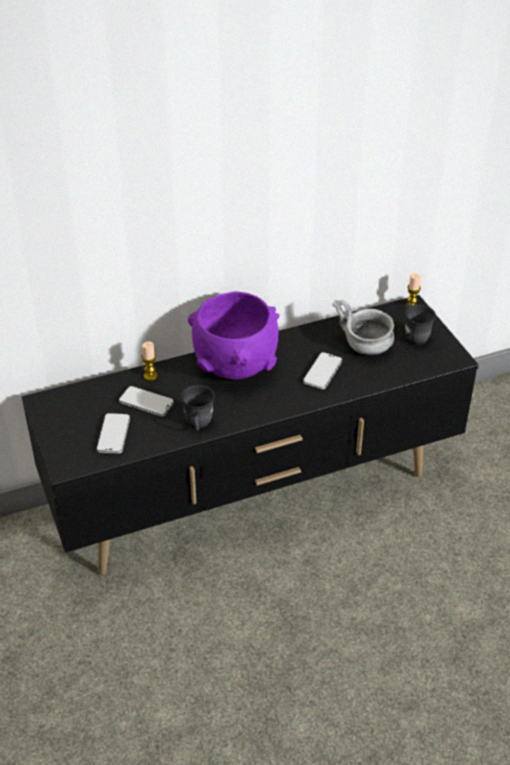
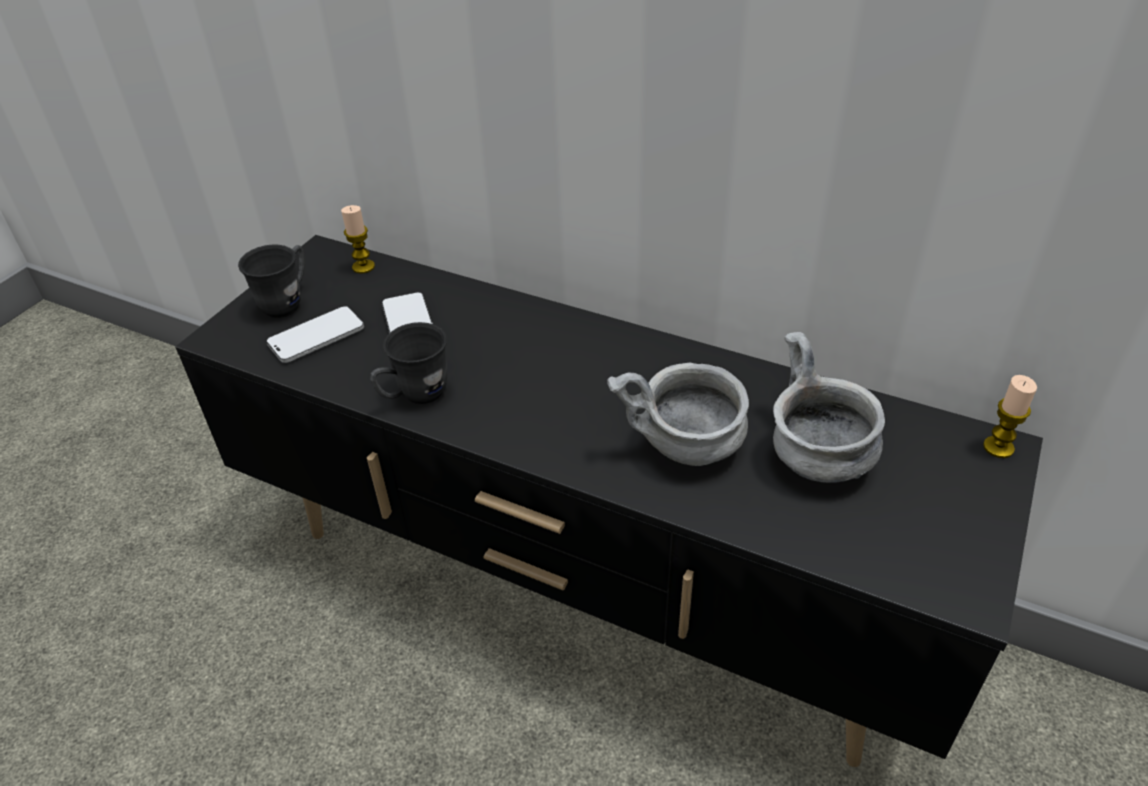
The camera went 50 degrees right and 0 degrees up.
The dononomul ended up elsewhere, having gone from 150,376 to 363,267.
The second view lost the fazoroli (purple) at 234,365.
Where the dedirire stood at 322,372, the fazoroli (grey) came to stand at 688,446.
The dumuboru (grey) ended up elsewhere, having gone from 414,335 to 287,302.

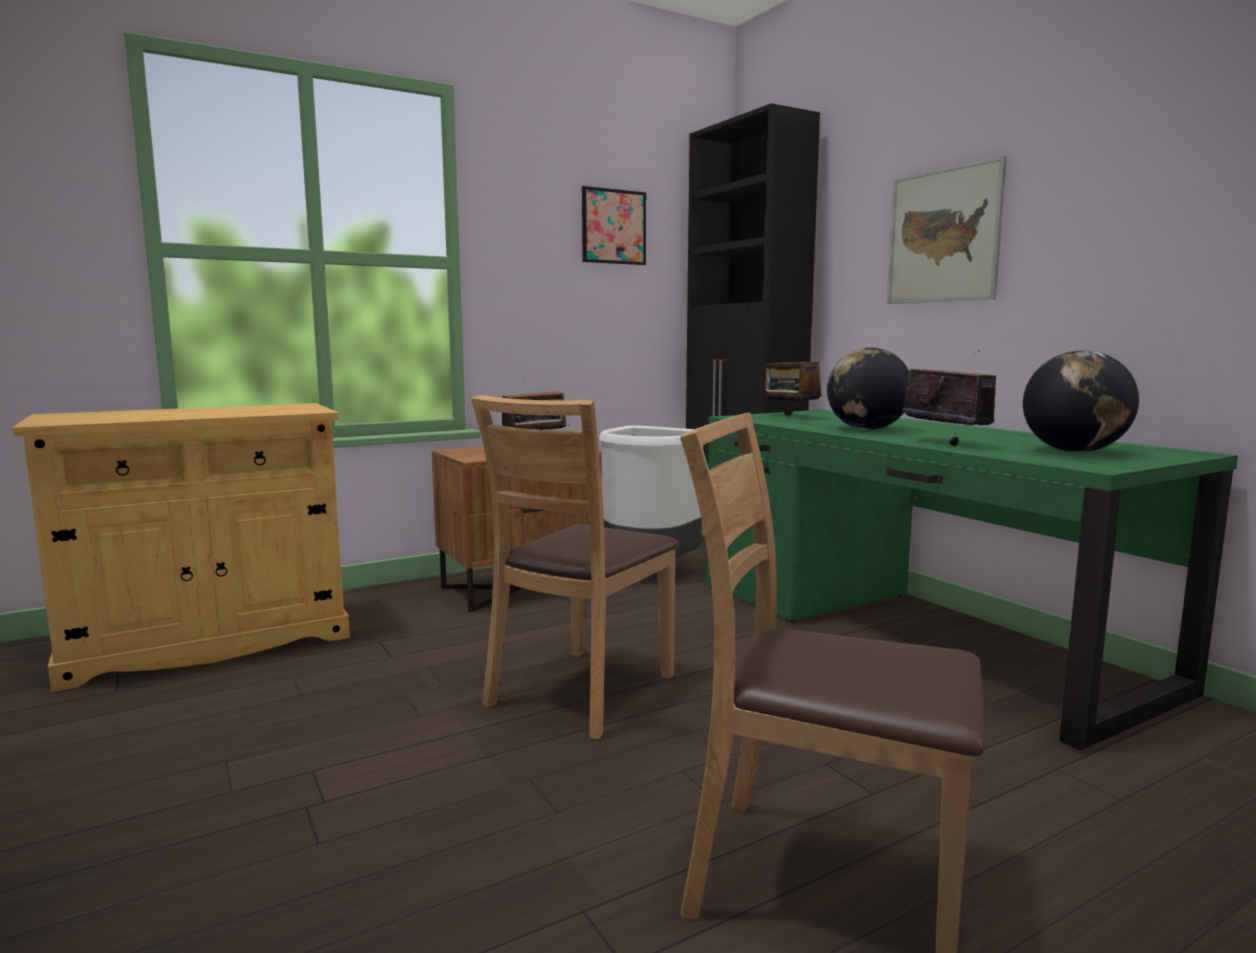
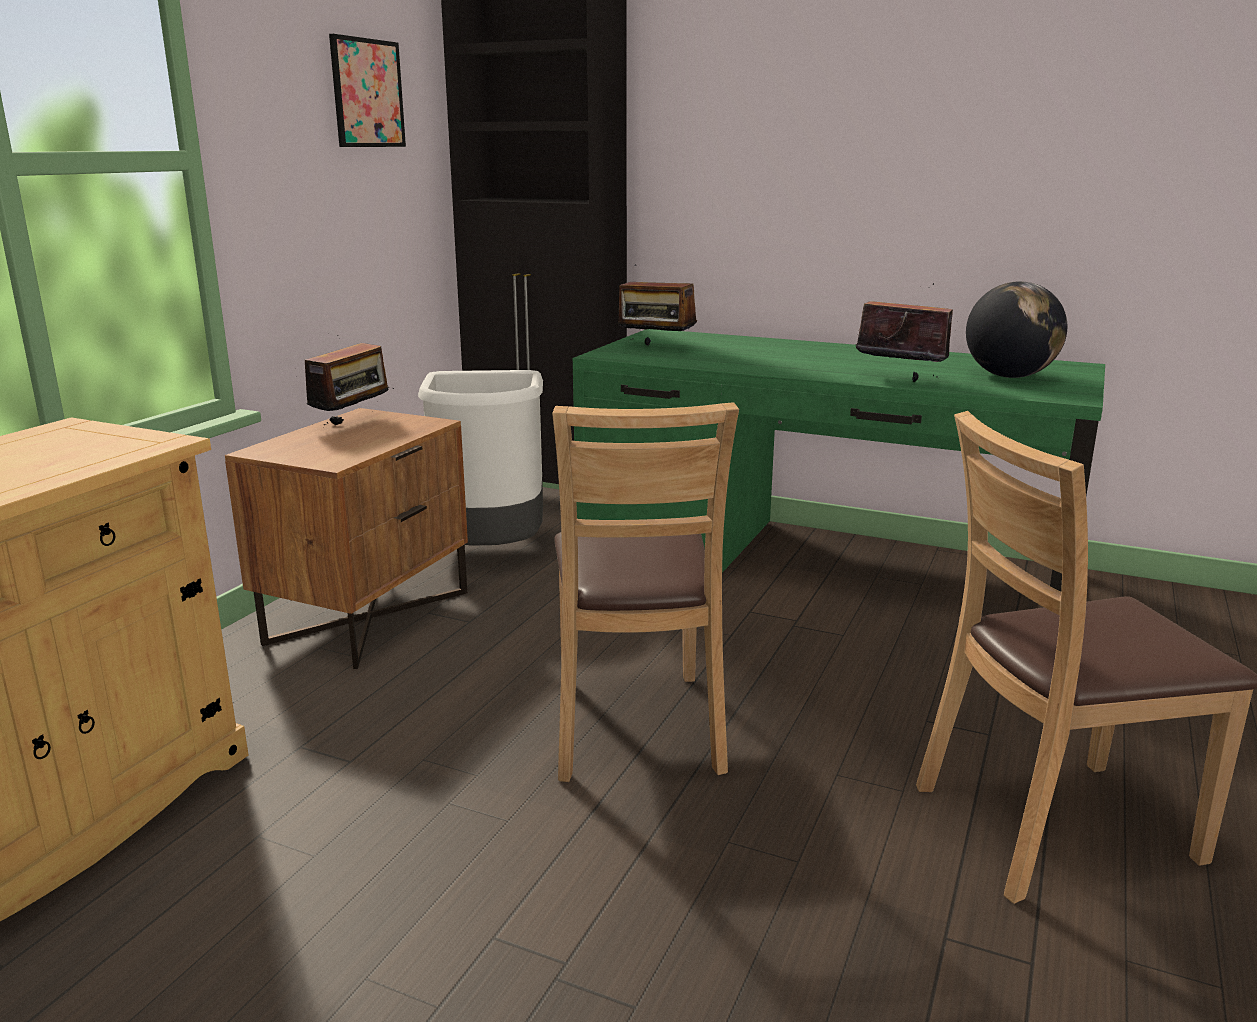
The camera went 35 degrees left and 10 degrees up.
The second view lost the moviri at 866,429.
The second view lost the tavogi at 943,236.

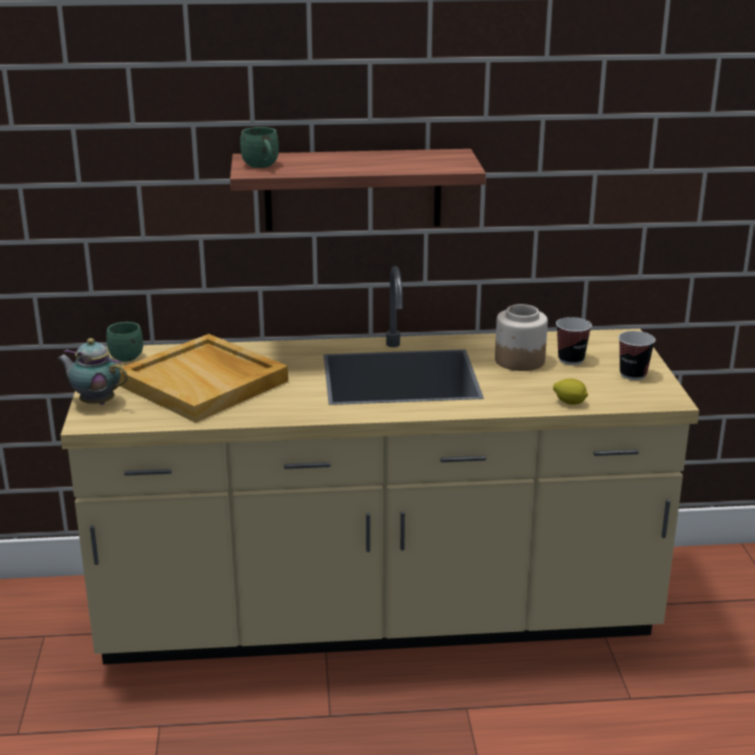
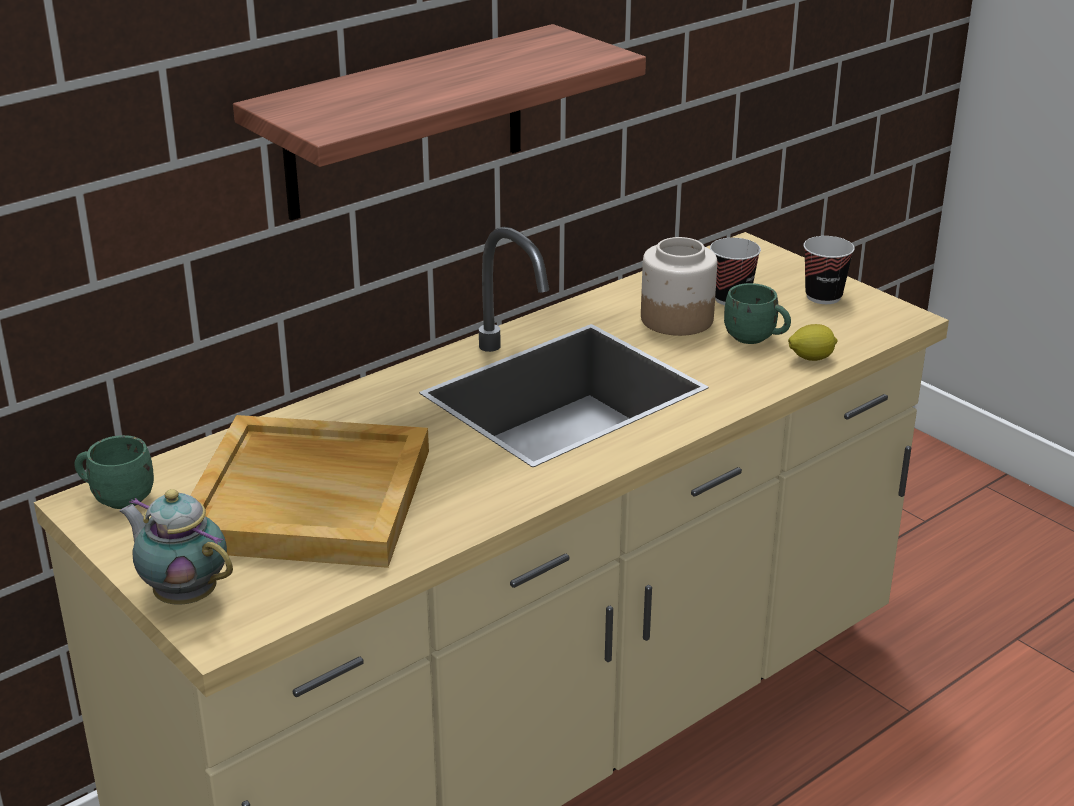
The camera went 35 degrees left and 5 degrees up.
The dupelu at 95,402 ended up facing another way, 45 degrees clockwise from before.
The dumuboru (green) ended up elsewhere, having gone from 262,166 to 756,338.

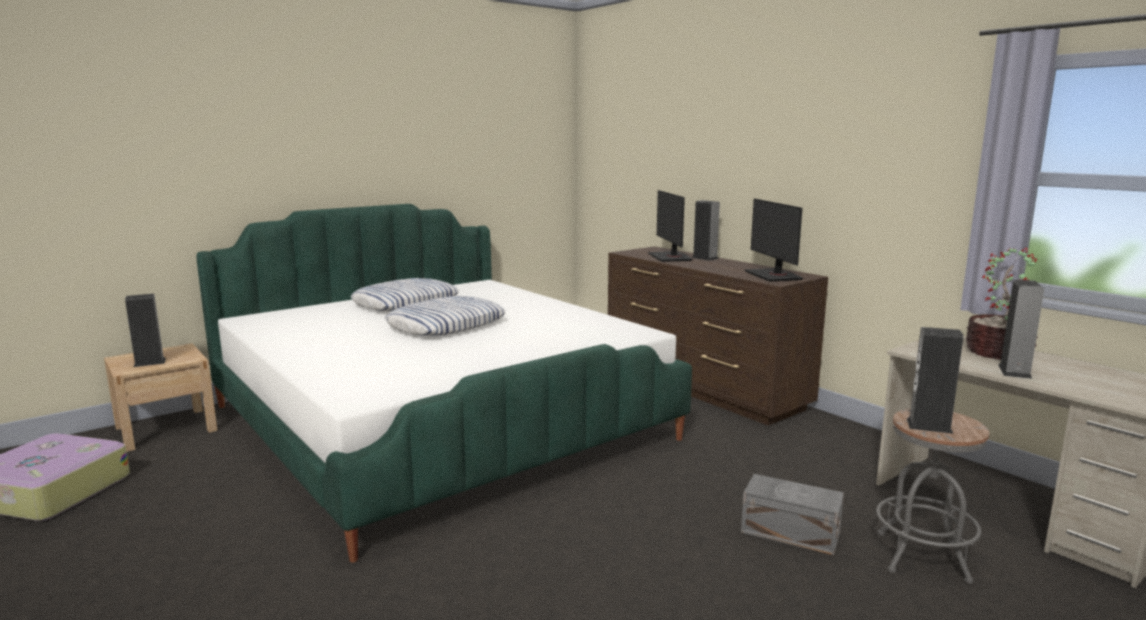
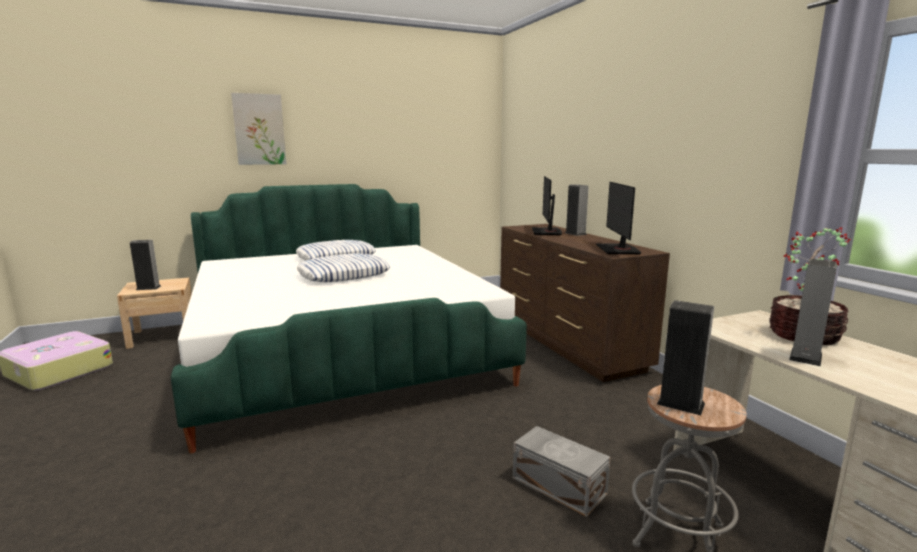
The camera went 15 degrees right and 0 degrees up.
The second view gained the tavogi at 259,129.

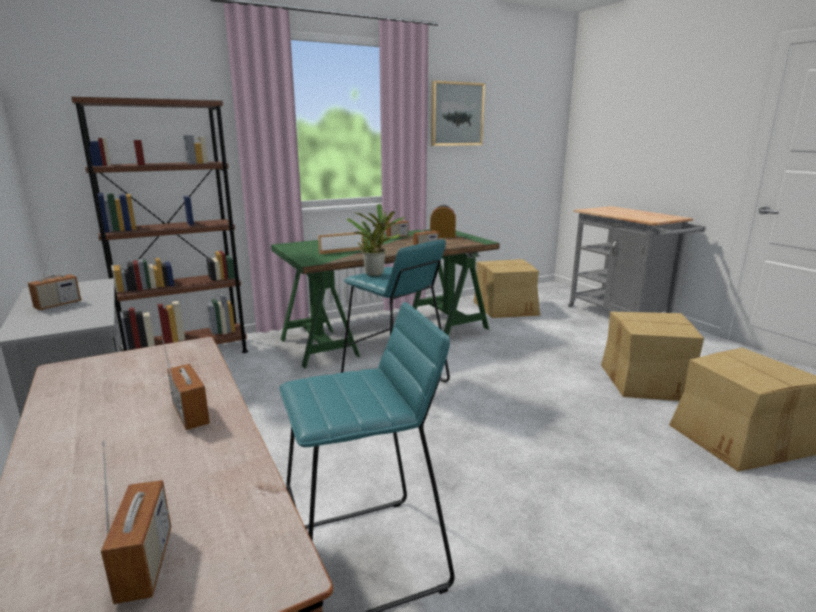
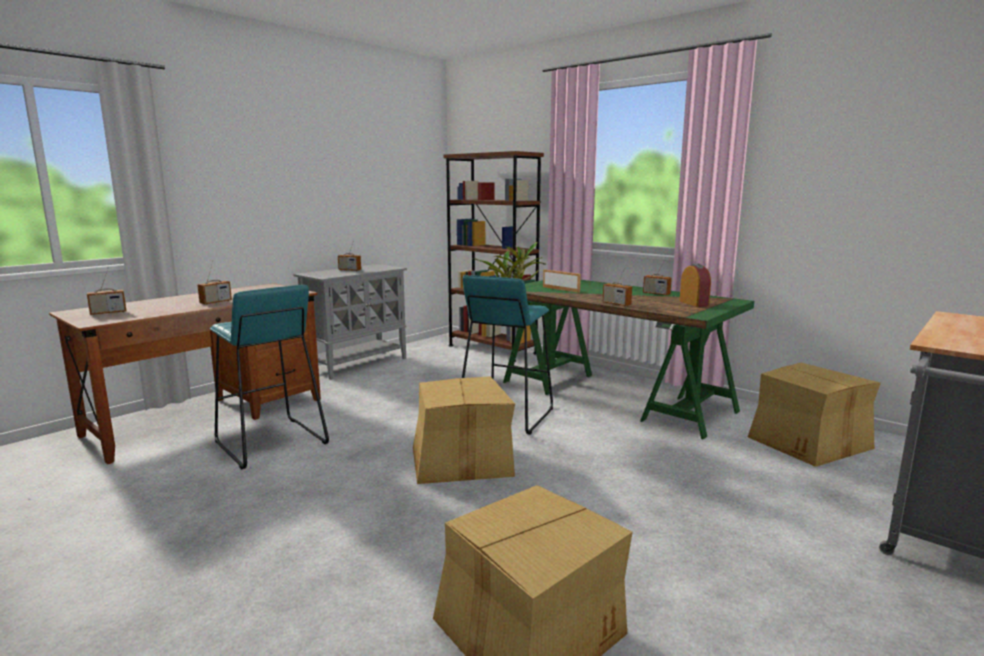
The camera went 70 degrees right and 5 degrees down.
The second view lost the tavogi at 456,114.
The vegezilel ended up elsewhere, having gone from 648,381 to 461,461.

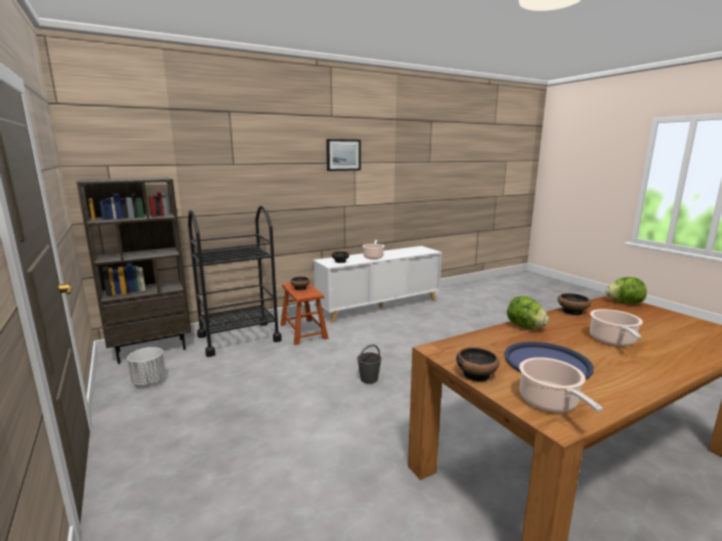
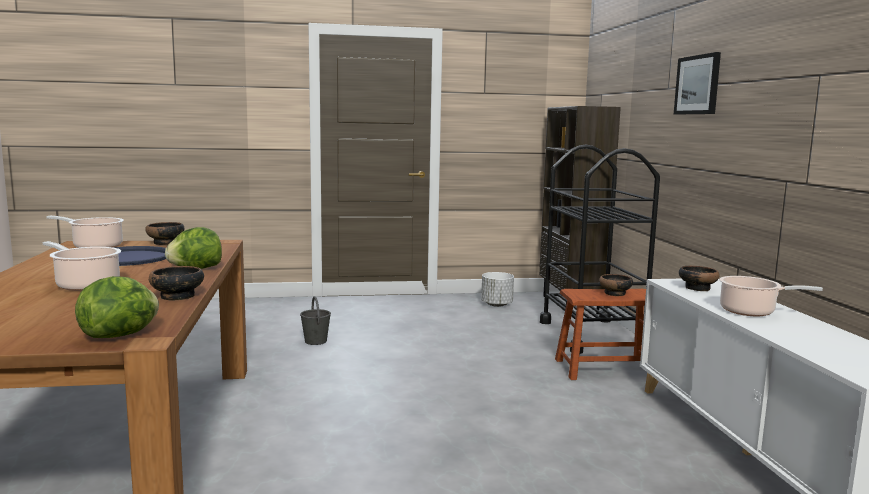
The camera went 110 degrees right and 5 degrees down.
The tavogi ended up elsewhere, having gone from 343,155 to 698,85.
The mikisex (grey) ended up elsewhere, having gone from 369,379 to 316,341.

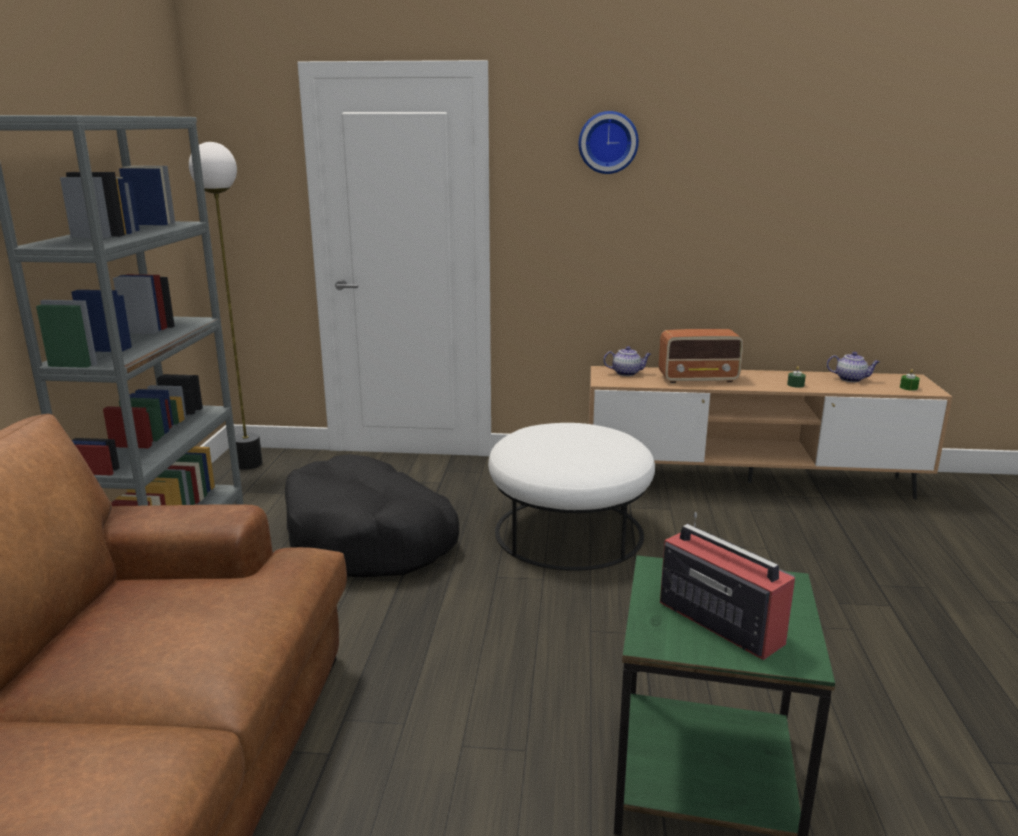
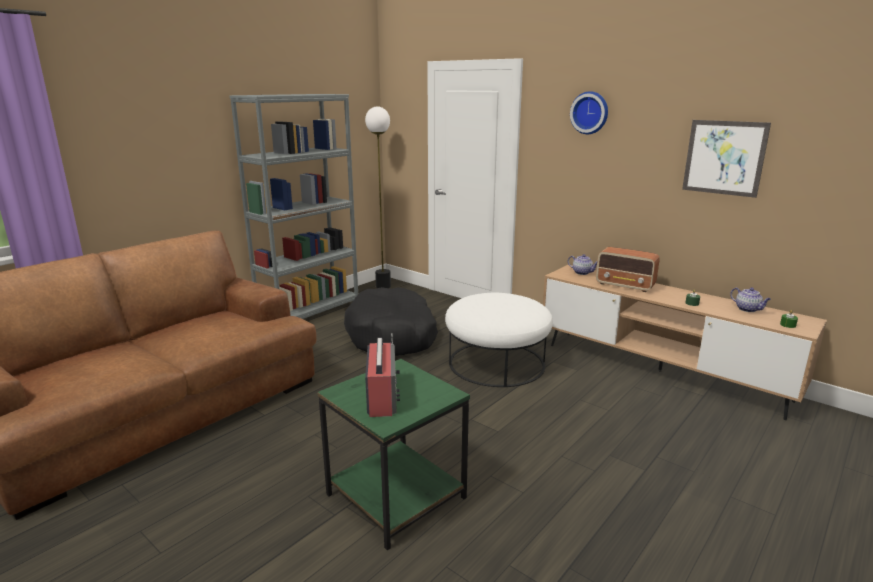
The camera went 35 degrees right and 0 degrees up.
The second view gained the tavogi at 724,157.

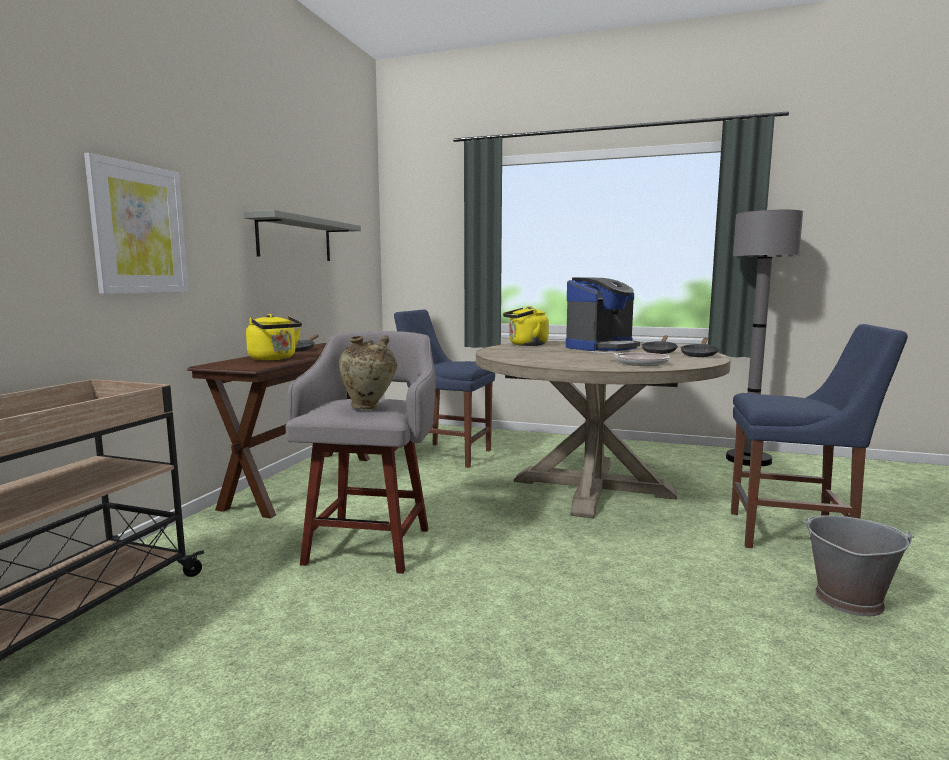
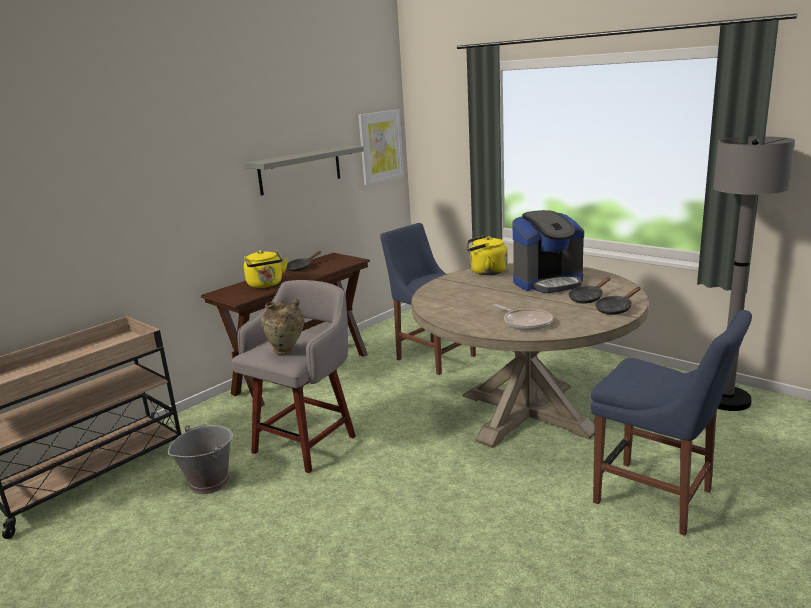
The camera went 25 degrees right and 10 degrees up.
The tavogi ended up elsewhere, having gone from 139,229 to 380,147.
The mikisex (grey) ended up elsewhere, having gone from 847,599 to 209,482.

